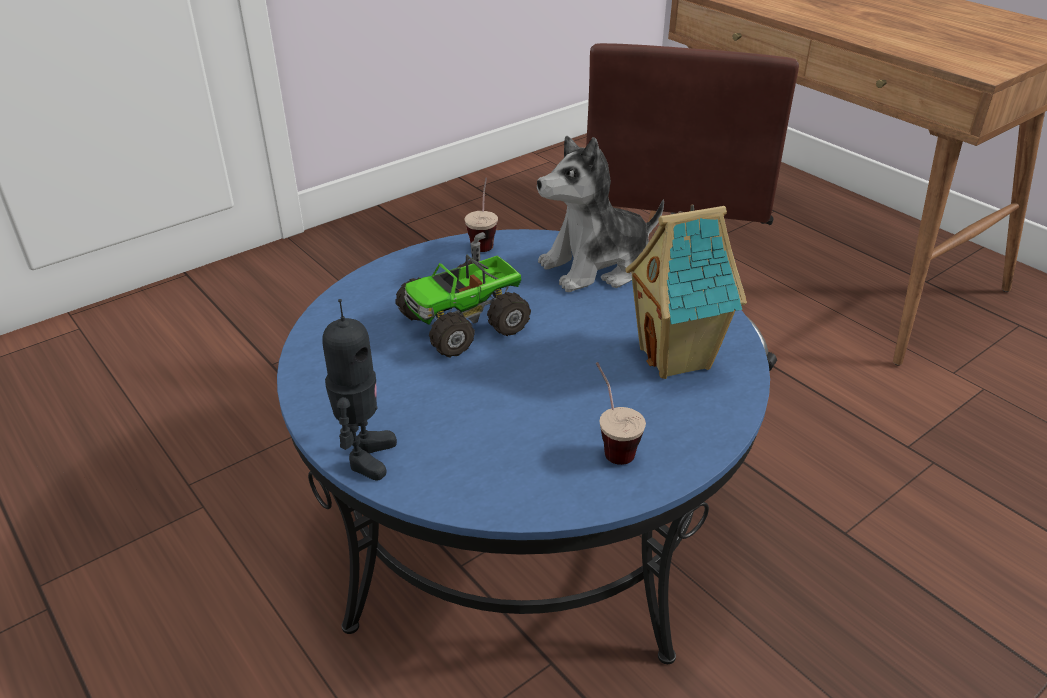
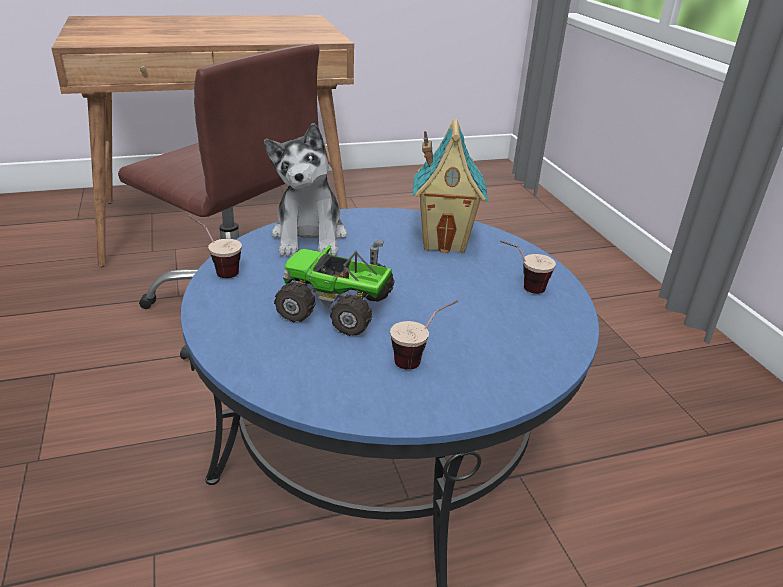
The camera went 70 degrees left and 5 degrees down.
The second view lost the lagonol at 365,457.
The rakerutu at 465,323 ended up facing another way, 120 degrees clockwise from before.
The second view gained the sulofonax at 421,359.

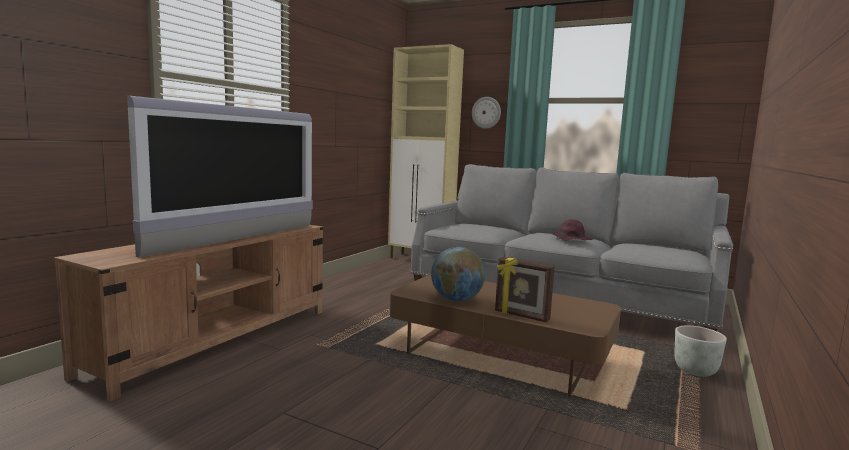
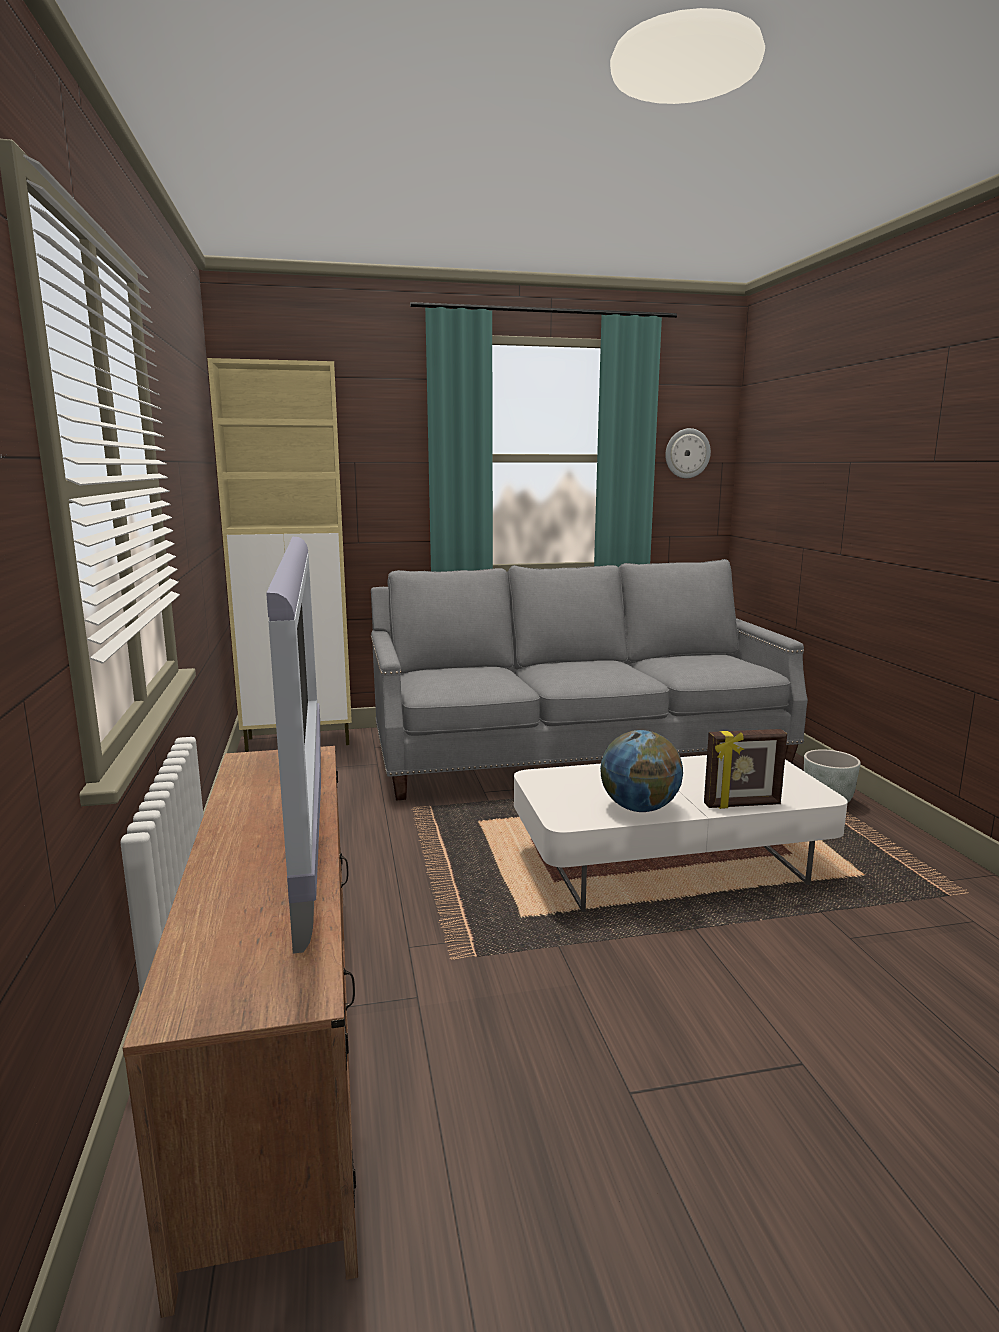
The camera went 40 degrees left and 5 degrees up.
What was the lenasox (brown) at 499,356 turned into the lenasox (white) at 669,863.
The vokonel ended up elsewhere, having gone from 486,112 to 687,453.
The second view lost the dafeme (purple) at 570,240.

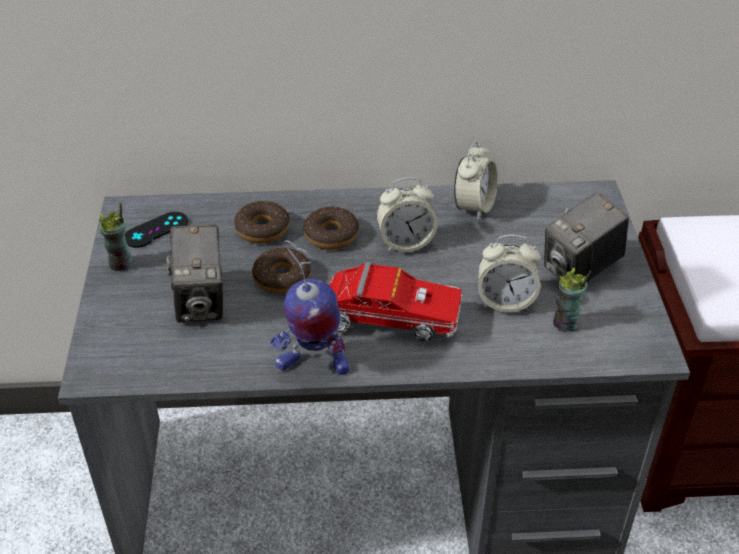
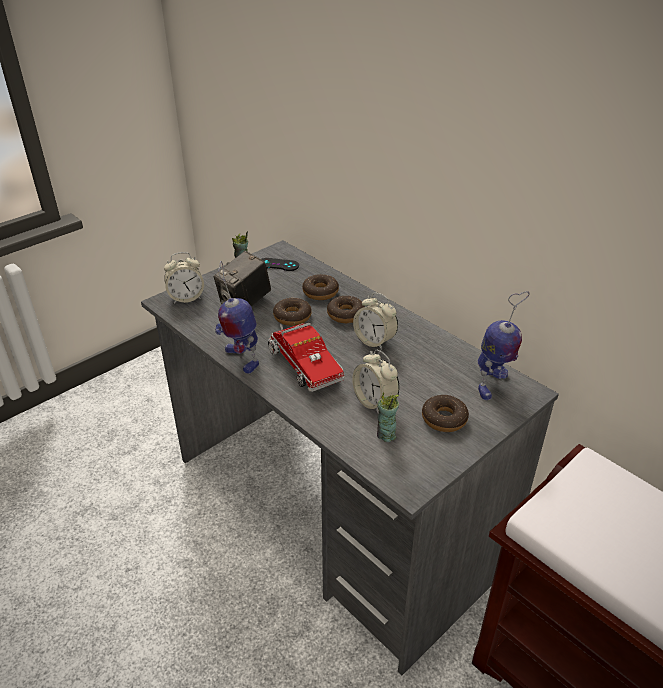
The camera went 50 degrees right and 5 degrees down.
The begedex ended up elsewhere, having gone from 474,206 to 186,298.
Where the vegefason stood at 580,270, the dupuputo came to stand at 444,419.
The second view gained the lagonol at 492,385.

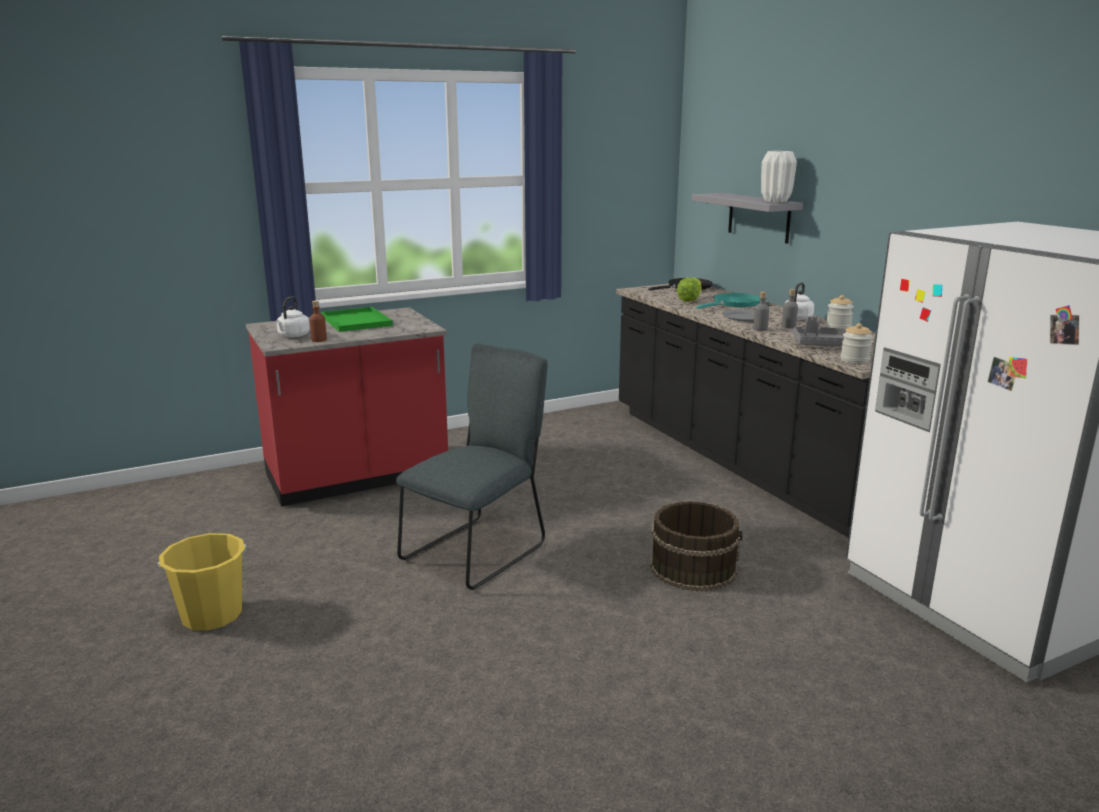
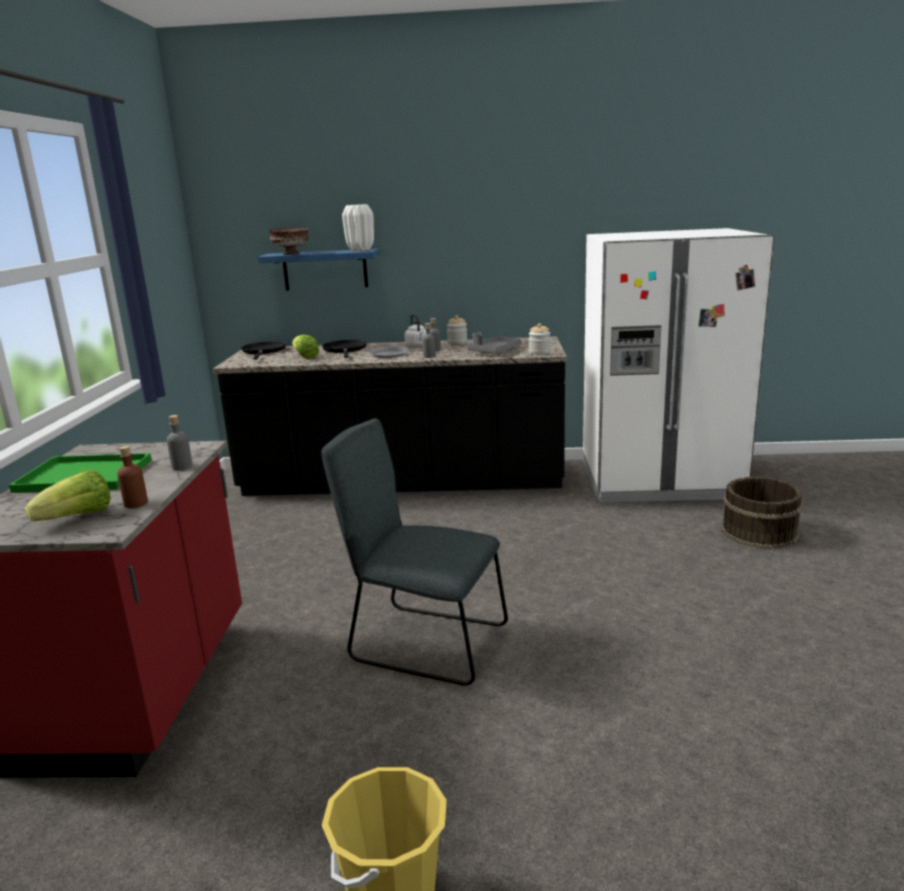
The camera went 60 degrees left and 0 degrees up.
Where the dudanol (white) stood at 293,336, the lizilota came to stand at 78,517.
The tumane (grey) at 478,550 ended up facing another way, 45 degrees counterclockwise from before.
The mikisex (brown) ended up elsewhere, having gone from 693,568 to 758,531.
What was the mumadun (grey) at 759,217 turned into the mumadun (blue) at 325,270.
What was the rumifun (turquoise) at 734,304 turned into the rumifun (black) at 345,350.
The second view gained the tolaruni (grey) at 182,466.
The second view gained the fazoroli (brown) at 291,254.

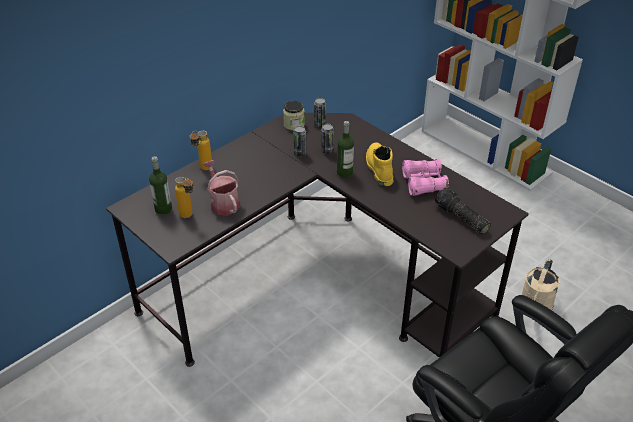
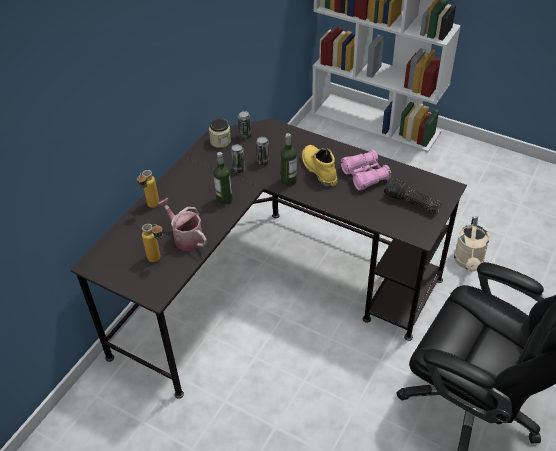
The camera went 15 degrees left and 5 degrees up.
The tolaruni ended up elsewhere, having gone from 163,209 to 224,199.

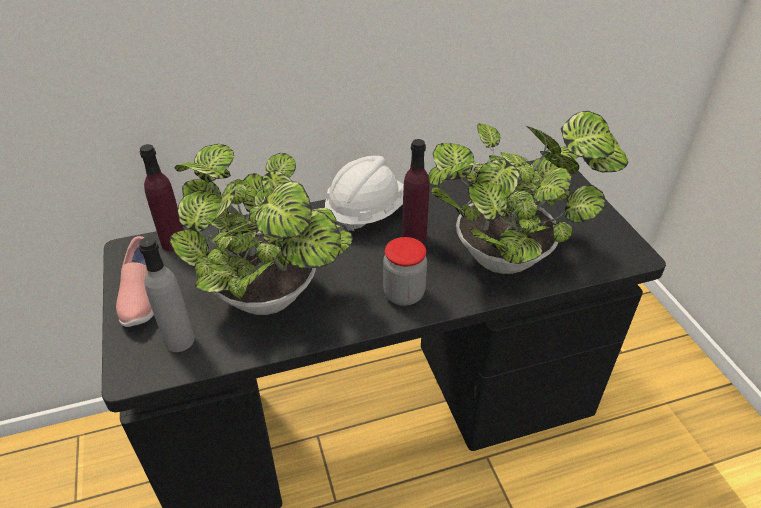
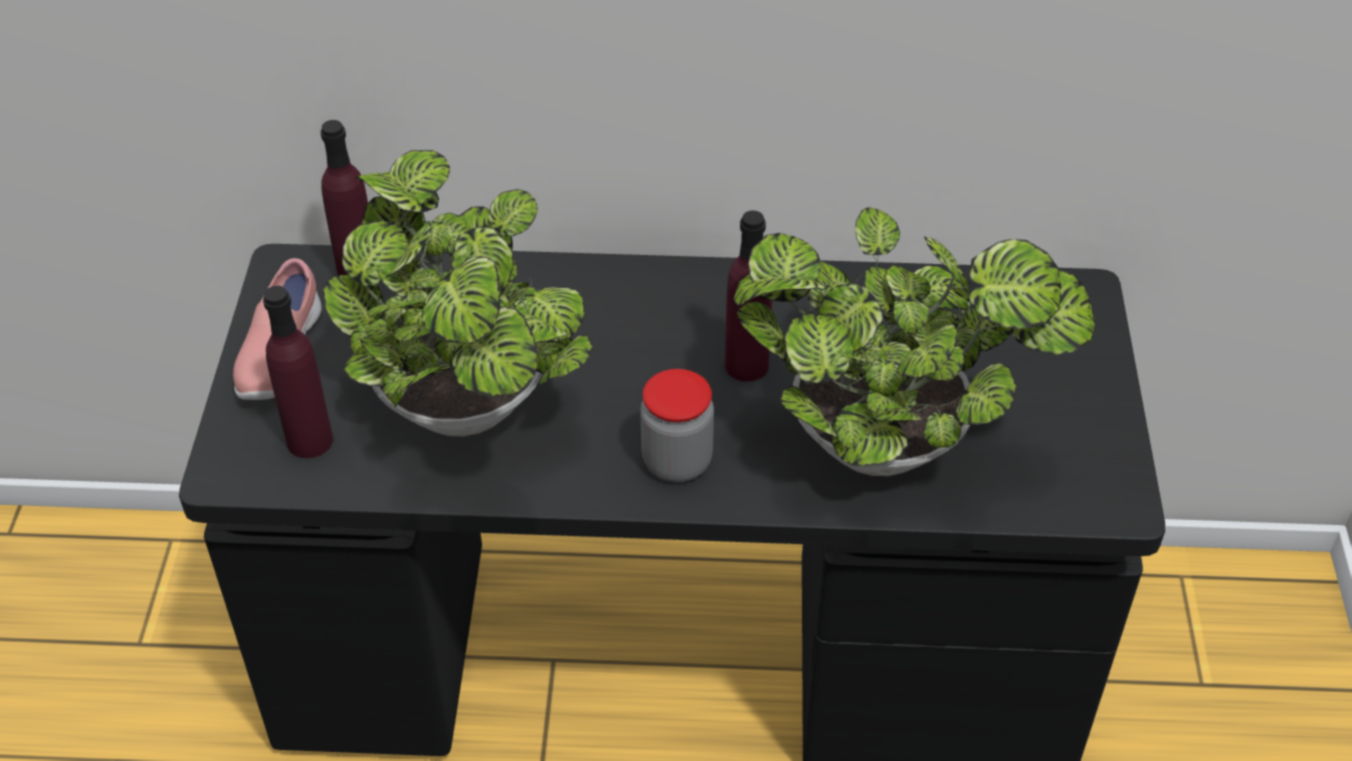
The camera went 20 degrees right and 5 degrees up.
What was the tolaruni (grey) at 179,340 turned into the tolaruni (purple) at 310,441.
The second view lost the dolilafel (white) at 367,213.

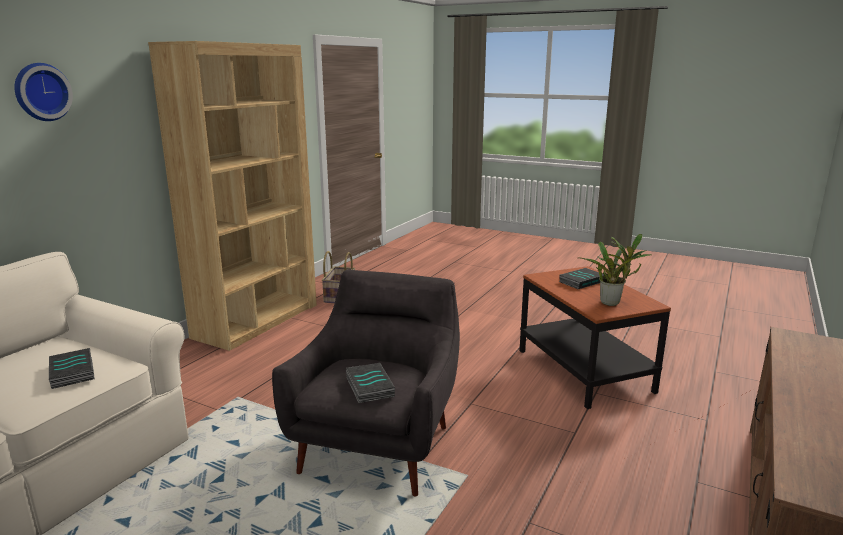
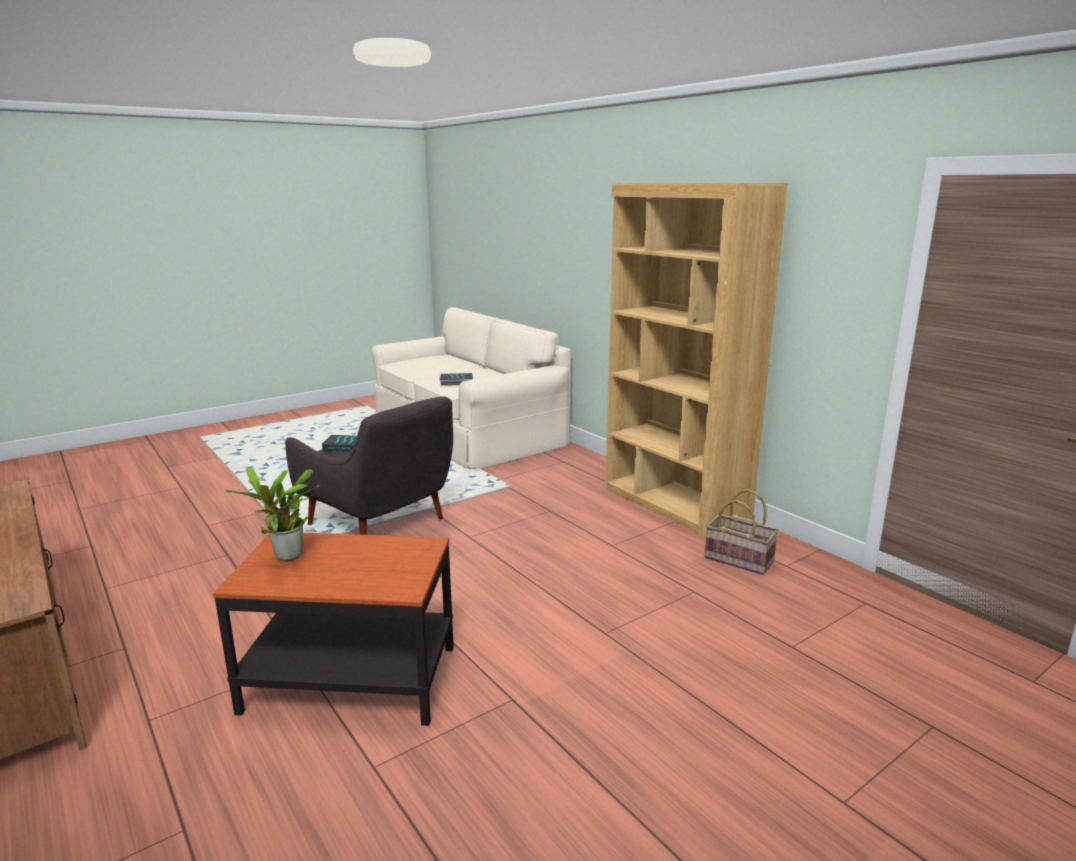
The camera went 115 degrees right and 0 degrees up.
The second view lost the vokonel at 41,92.
The second view lost the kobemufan at 581,281.

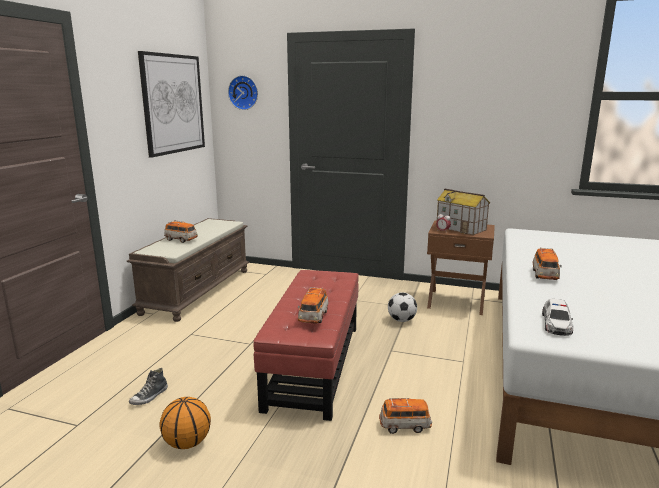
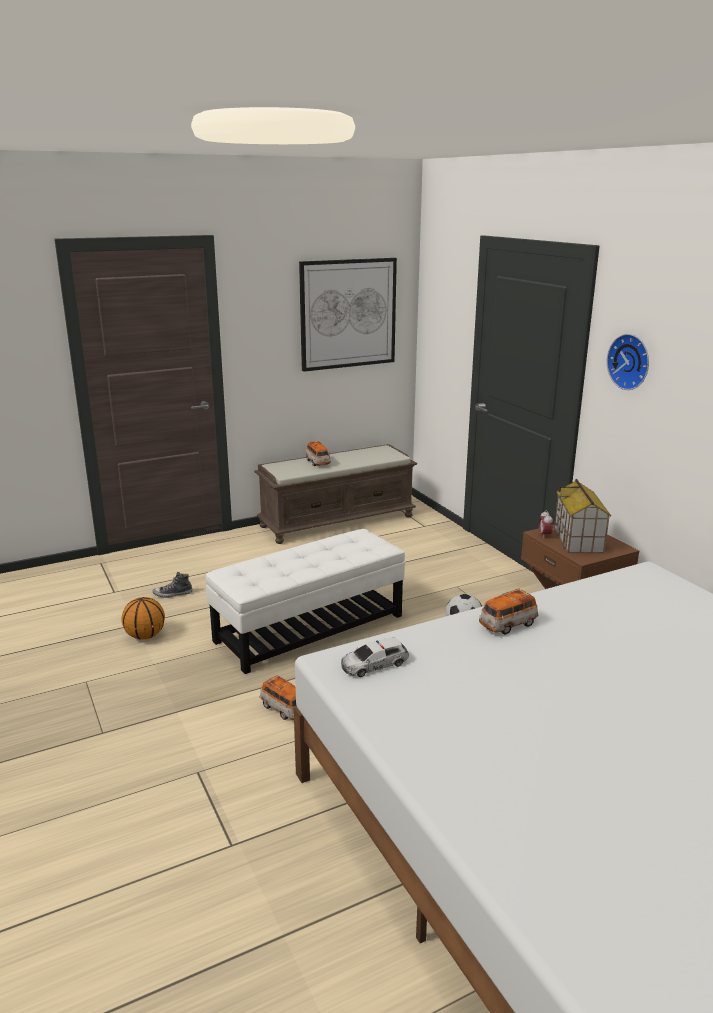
The camera went 45 degrees right and 5 degrees up.
The vokonel ended up elsewhere, having gone from 244,92 to 630,361.
What was the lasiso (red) at 313,365 turned into the lasiso (white) at 309,628.
The second view lost the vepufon at 313,317.

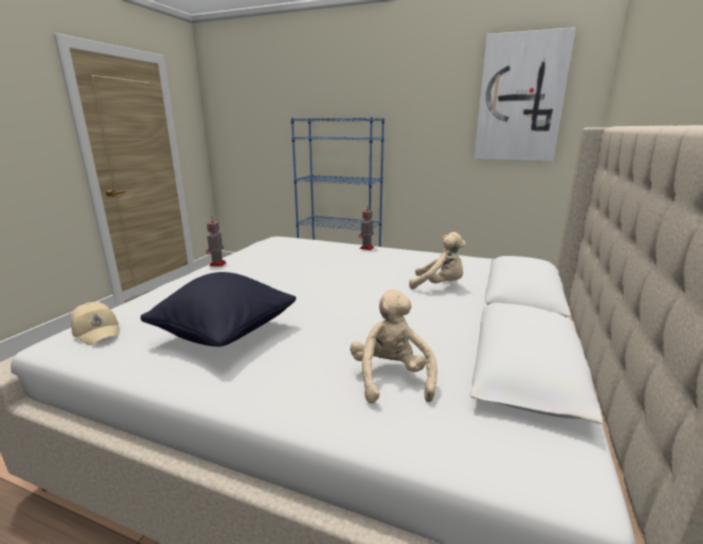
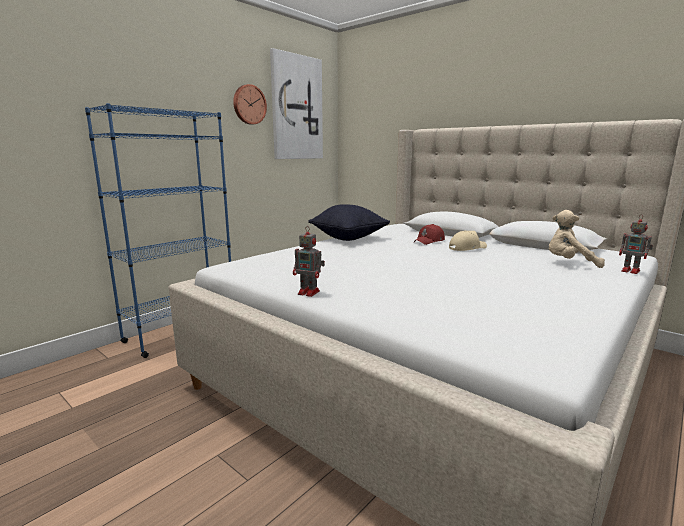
The camera went 70 degrees left and 5 degrees down.
The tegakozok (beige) ended up elsewhere, having gone from 97,331 to 467,248.
The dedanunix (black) ended up elsewhere, having gone from 225,335 to 348,238.
The lagonol ended up elsewhere, having gone from 366,248 to 631,271.
Where the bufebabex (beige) stood at 439,285, the tegakozok (red) came to stand at 429,241.
The second view gained the vokonel at 249,104.

